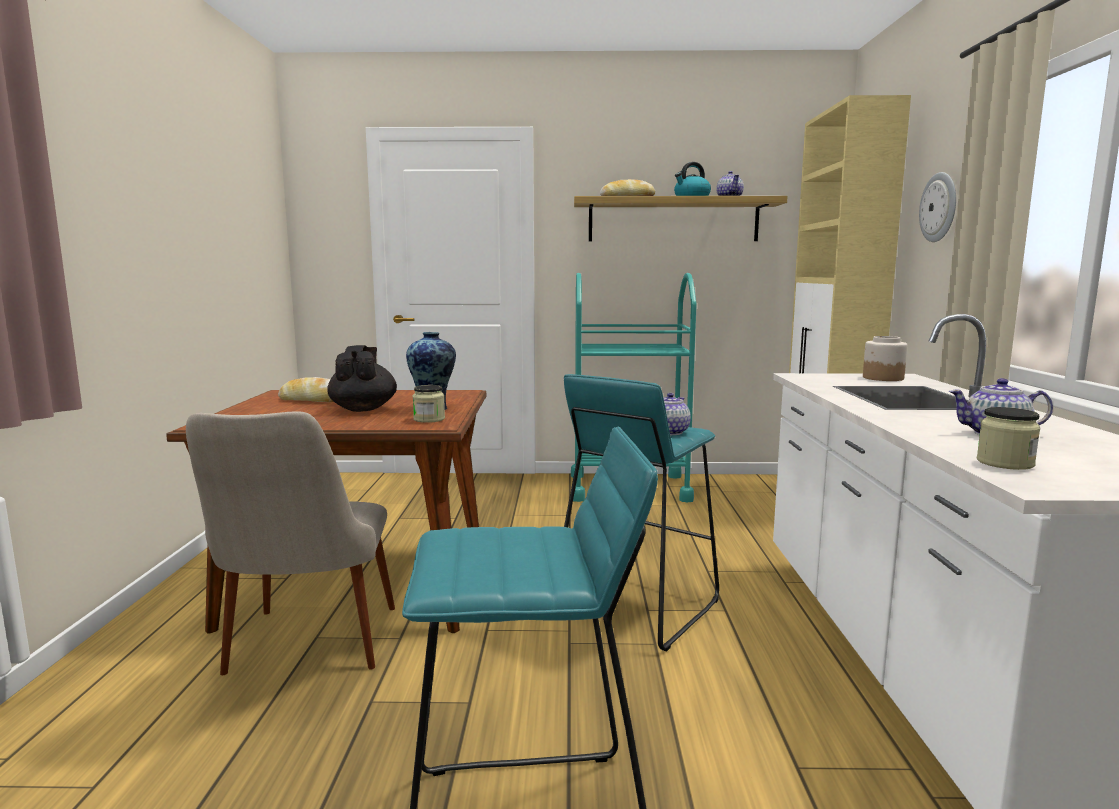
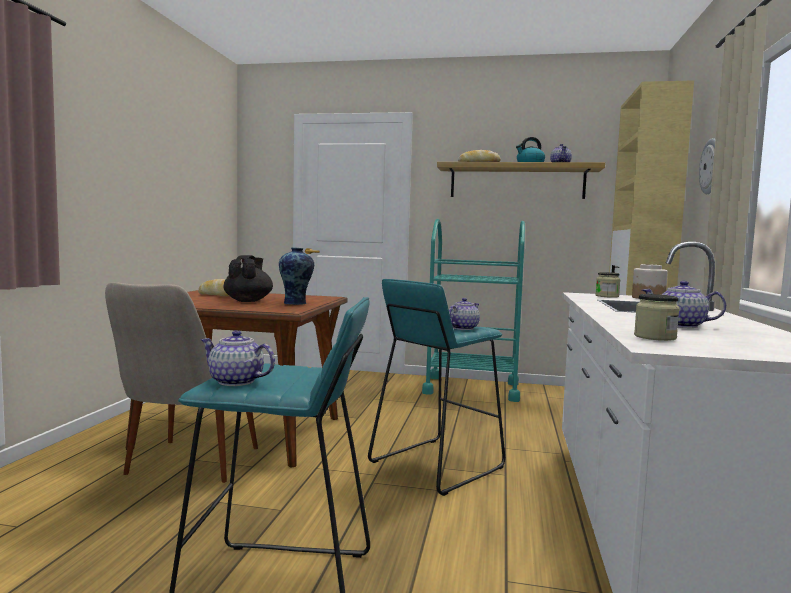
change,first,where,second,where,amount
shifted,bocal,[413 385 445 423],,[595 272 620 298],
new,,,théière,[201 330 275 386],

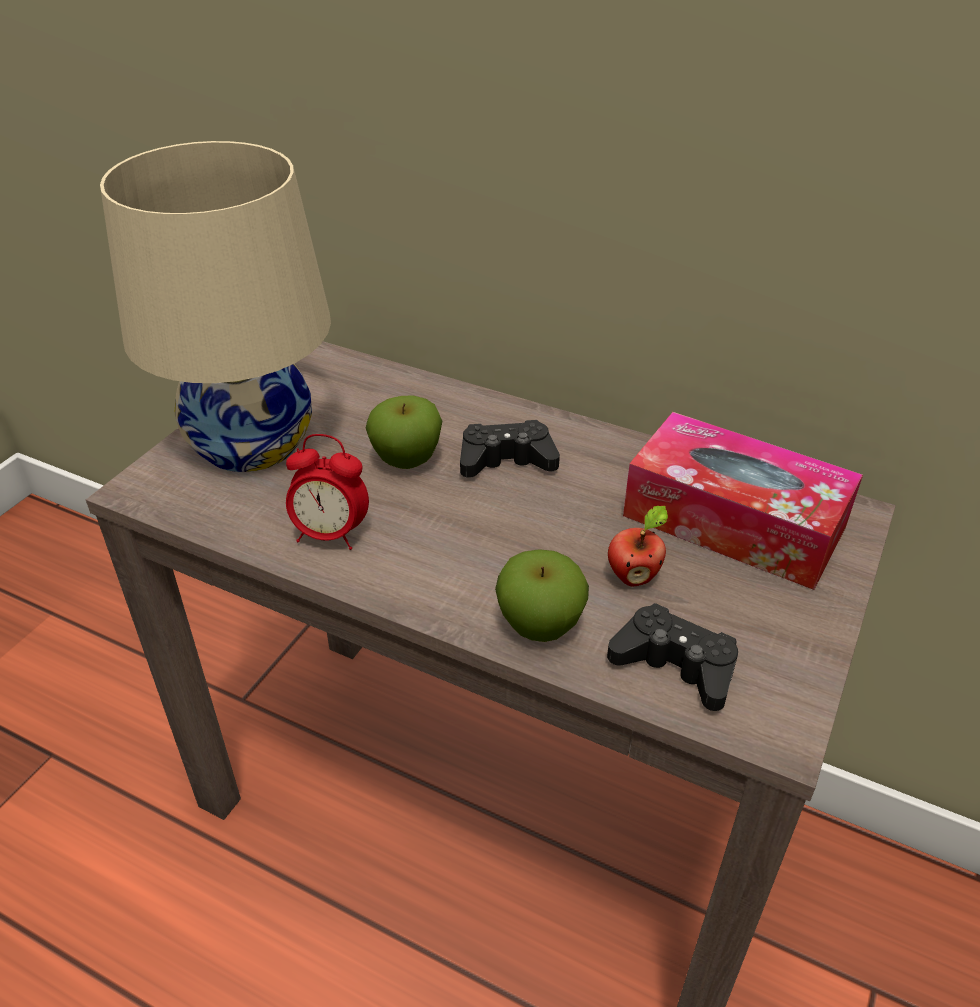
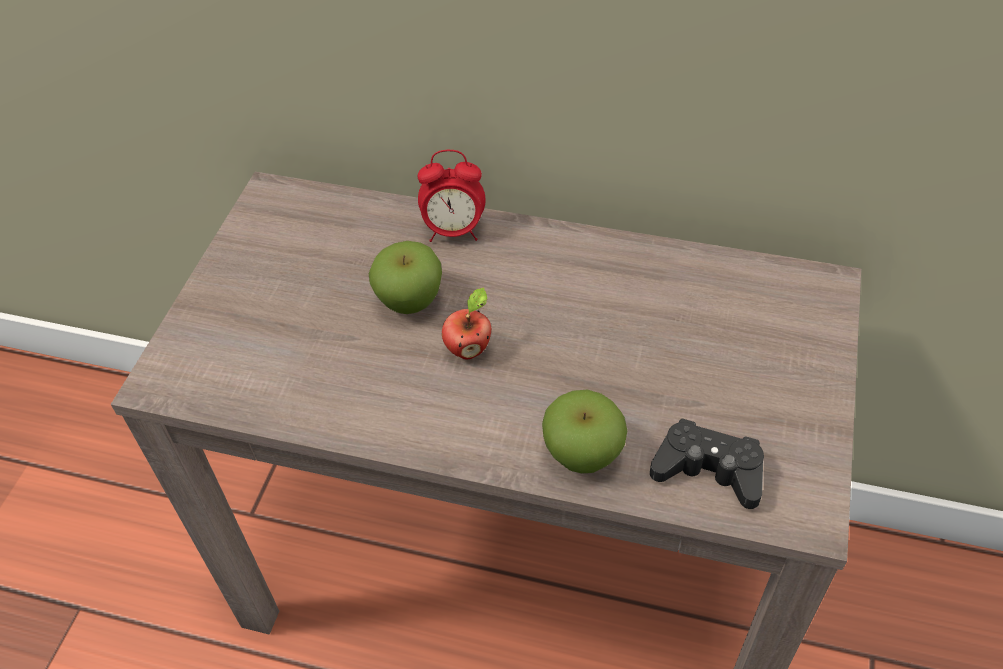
change,first,where,second,where,amount
gone,lampe de table/beige,[100 141 331 472],,,
shifted,réveil,[286 434 369 550],,[418 150 485 242],
gone,manette/noir,[460 420 560 478],,,
shifted,pomme,[608 506 668 586],,[442 288 491 359],
gone,boîte à mouchoirs,[623 412 863 590],,,

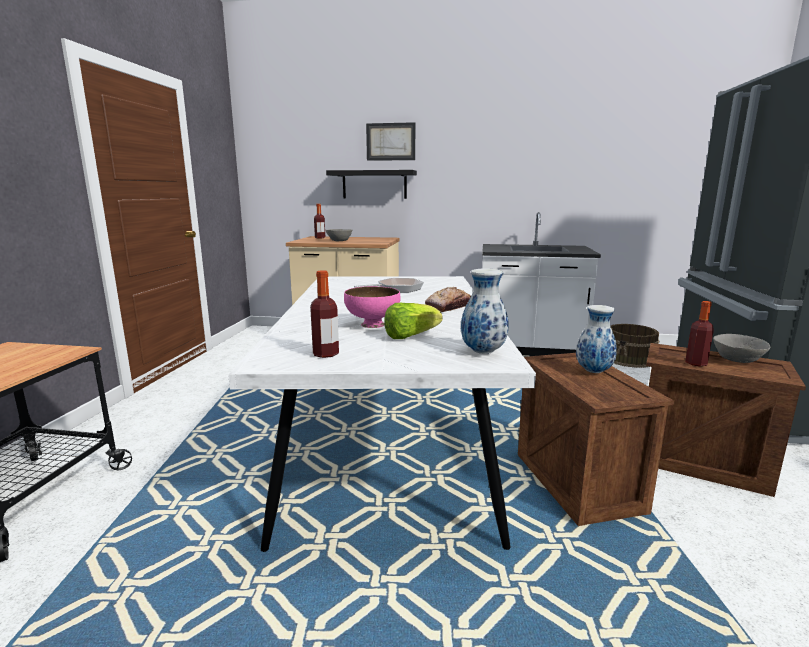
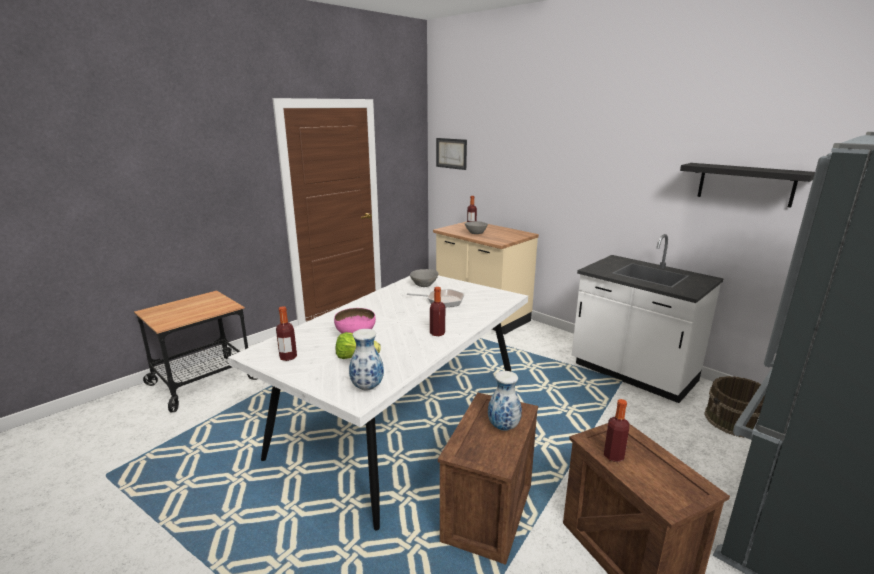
change,first,where,second,where,amount
shifted,étagère/noir,[326 170 417 199],,[680 163 815 208],
shifted,tableau,[366 122 415 161],,[436 138 467 170],
swapped,pain,[425 287 471 312],bouteille,[430 287 445 336],
shifted,bol/gris,[713 334 770 363],,[410 269 439 287],

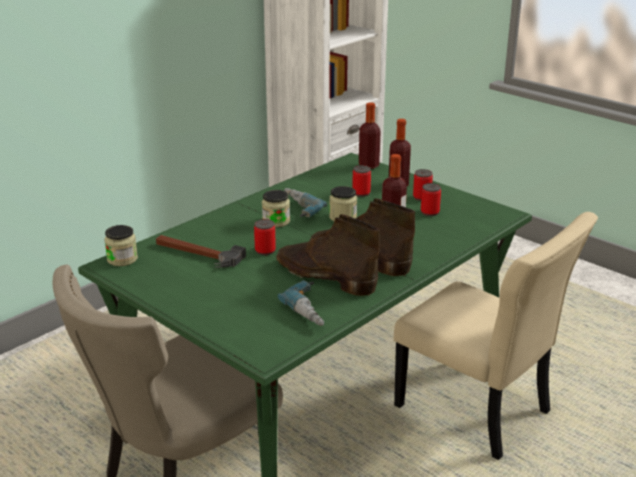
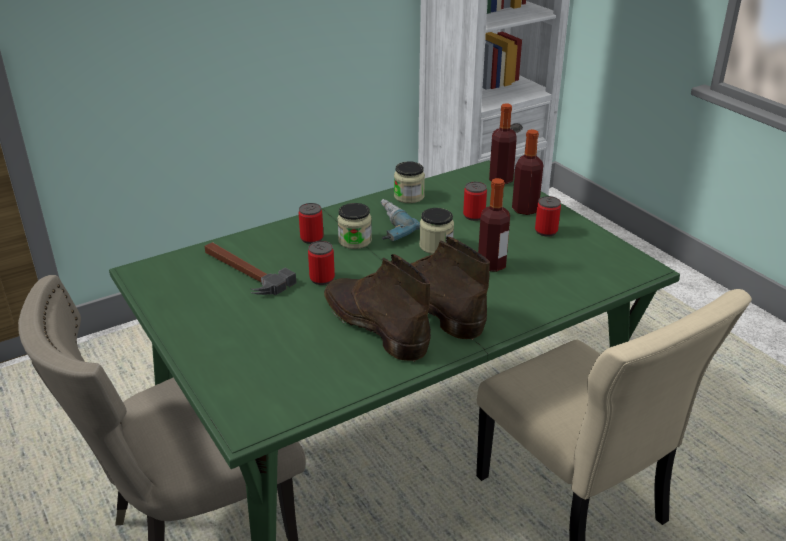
change,first,where,second,where,amount
shifted,bocal,[105 225 138 266],,[394 161 425 203],
gone,perceuse,[278 280 324 326],,,
shifted,boîte métallique,[421 183 441 216],,[299 203 323 244],

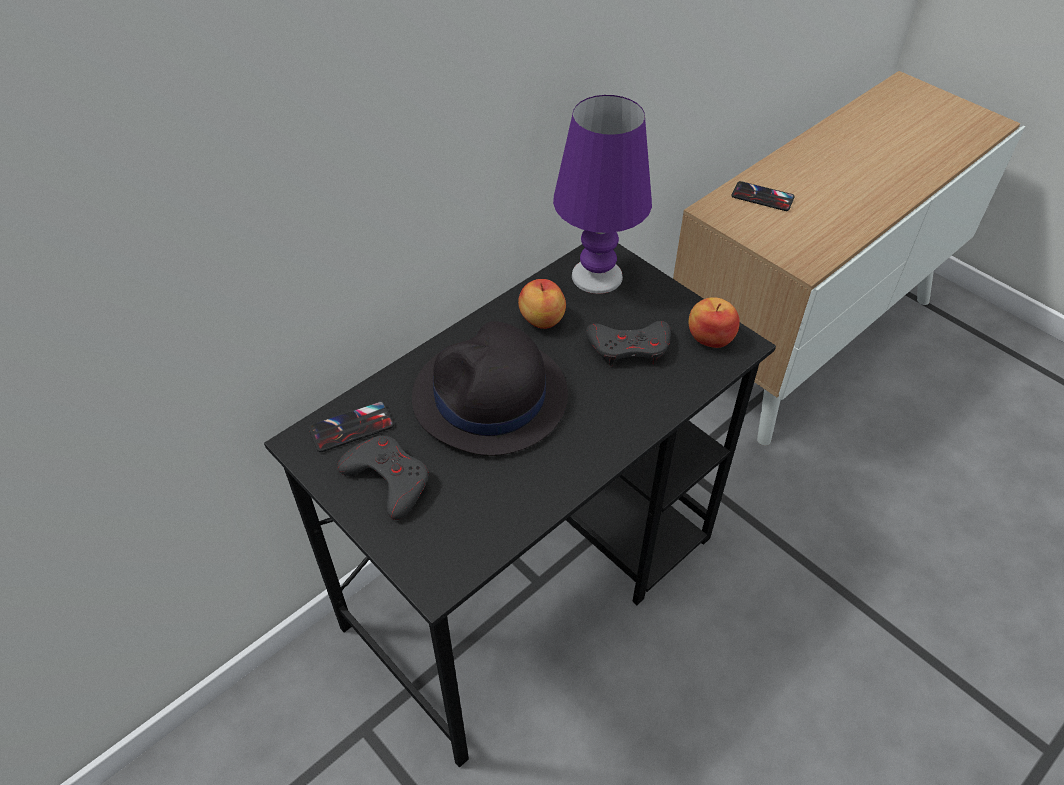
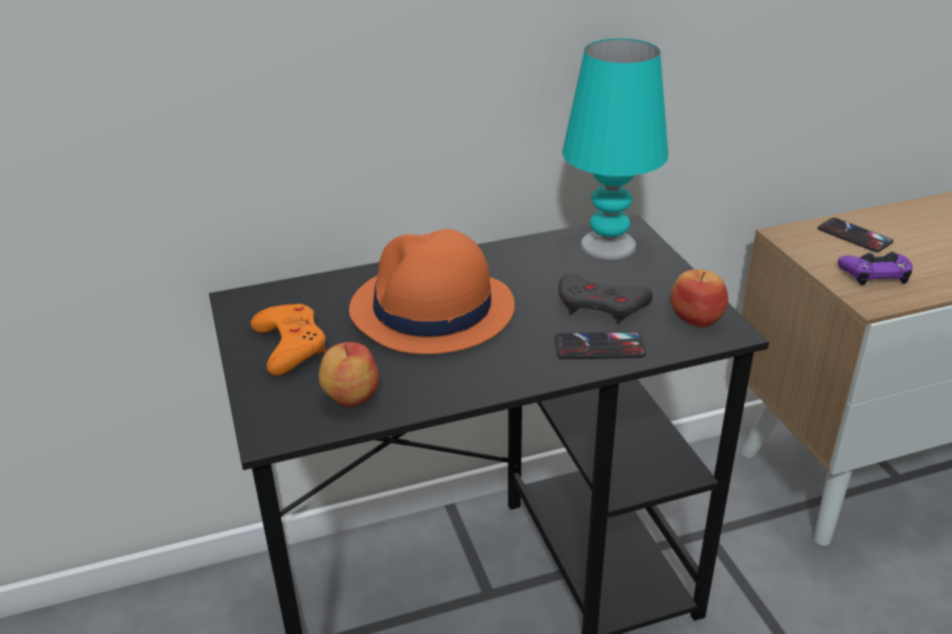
change,first,where,second,where,amount
shifted,téléphone,[308 401 394 452],,[555 332 646 359],
repainted,manette/gris,[337 435 428 520],manette/orange,[251 304 326 376],
repainted,chapeau/noir,[412 321 568 456],chapeau/orange,[349 229 515 354],
shifted,pomme,[518 279 566 329],,[319 342 379 407],
repainted,lampe de table/violet,[553 95 652 294],lampe de table/turquoise,[562 39 668 260],
new,,,manette/violet,[838 252 913 286],

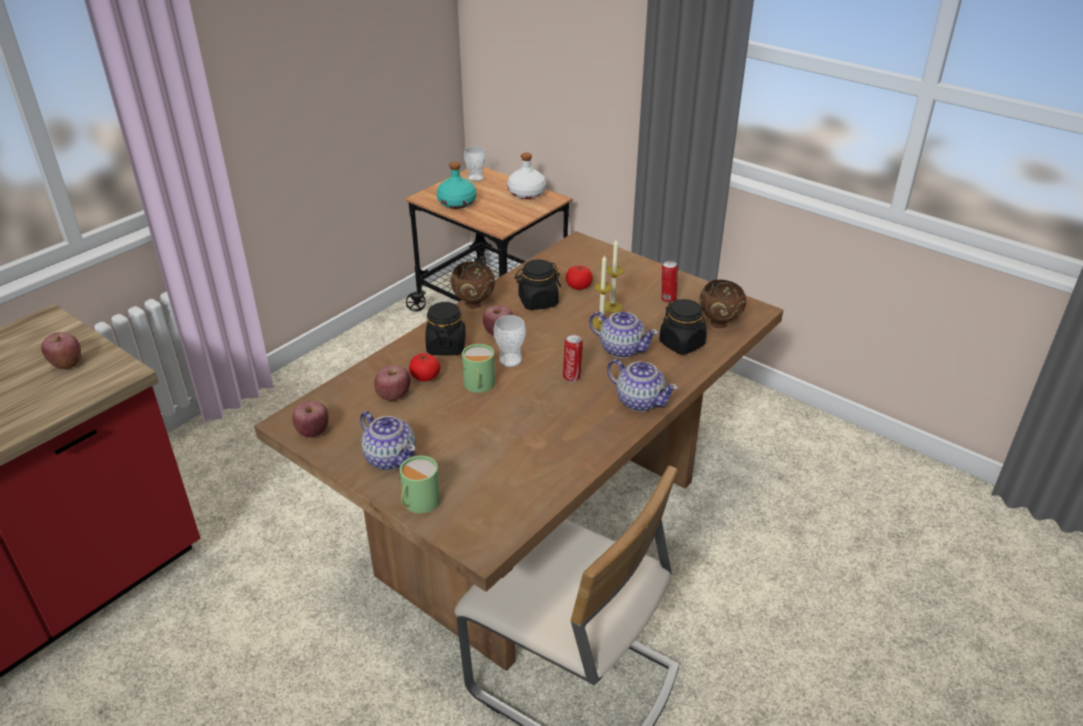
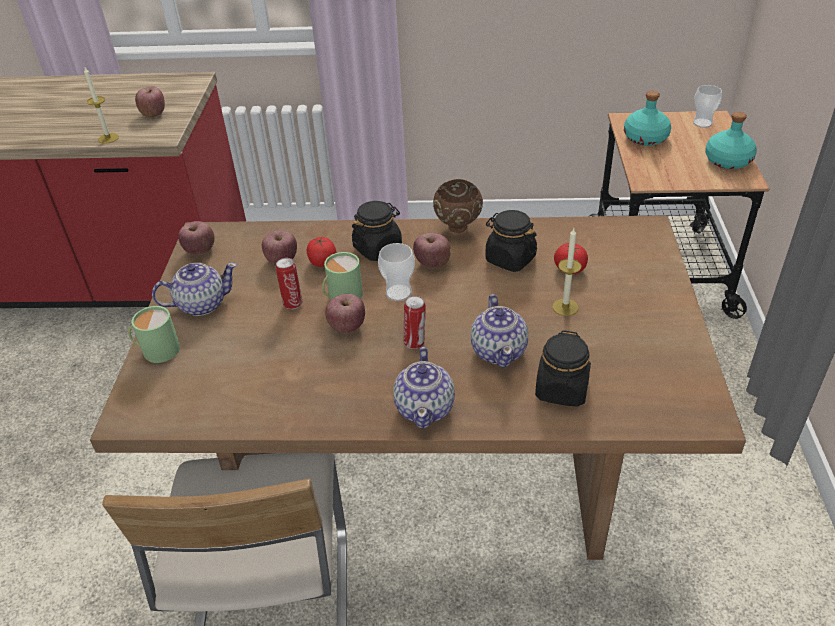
change,first,where,second,where,amount
rotated,théière,[360 411 416 470],,[152 262 237 316],120 degrees counterclockwise
repainted,bouteille/blanc,[507 153 546 199],bouteille/turquoise,[705 112 757 169],
shifted,bougie,[593 255 612 330],,[84 68 119 144],
shifted,boîte métallique,[661 261 678 303],,[275 258 303 309],
gone,bol/marron,[700 280 746 328],,,
new,,,pomme,[325 294 365 333],

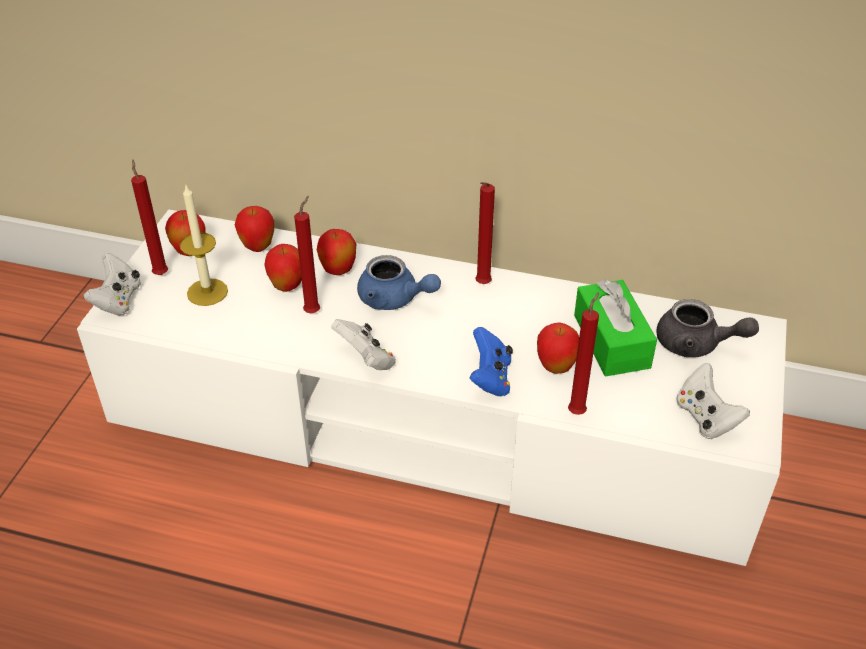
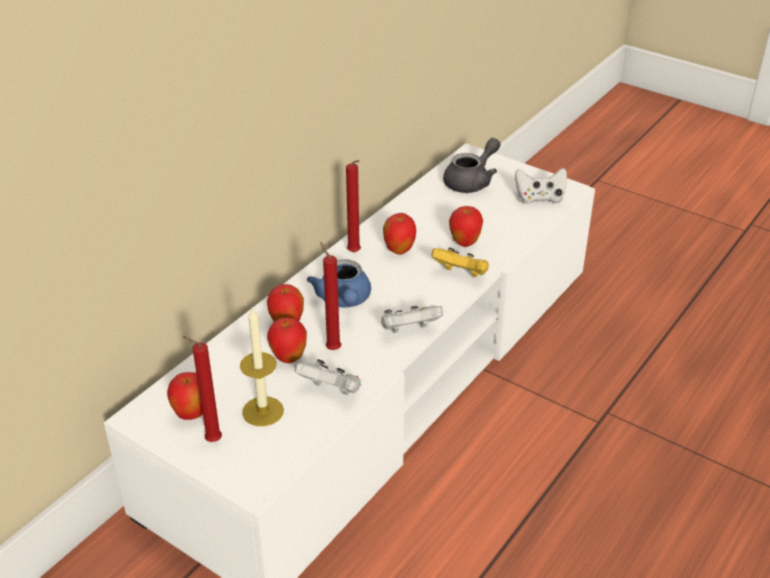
change,first,where,second,where,amount
shifted,manette/blanc,[83 253 141 316],,[295 359 361 395],
shifted,pomme,[235 206 274 252],,[383 213 416 255],
rotated,théière/bleu,[357 255 441 310],,[307 259 371 308],120 degrees clockwise
repainted,manette/bleu,[469 327 513 396],manette/jaune,[431 247 489 277],
gone,bougie/rouge,[568 292 599 415],,,
gone,boîte à mouchoirs/vert,[574 280 657 377],,,

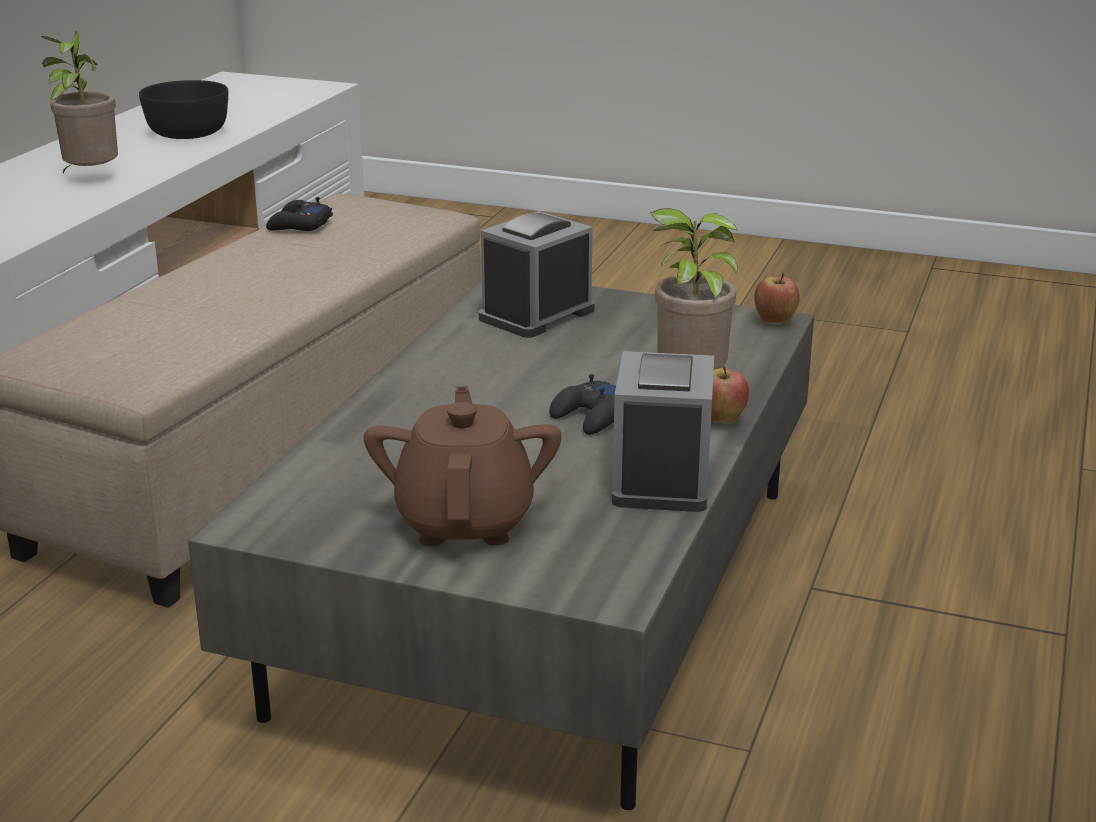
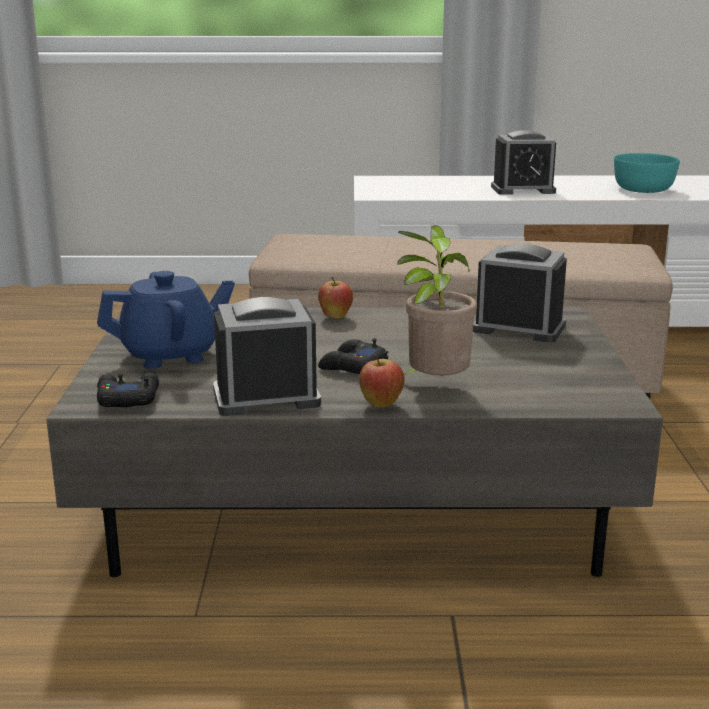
change,first,where,second,where,amount
swapped,plante en pot,[41 31 118 174],réveil,[491 130 556 195],
repainted,bol/noir,[139 80 228 139],bol/turquoise,[614 153 680 193],
shifted,manette/noir,[266 197 333 231],,[97 373 159 407],
repainted,théière/marron,[363 386 562 546],théière/bleu,[97 271 235 369],
shifted,pomme,[754 273 800 324],,[318 277 353 318],

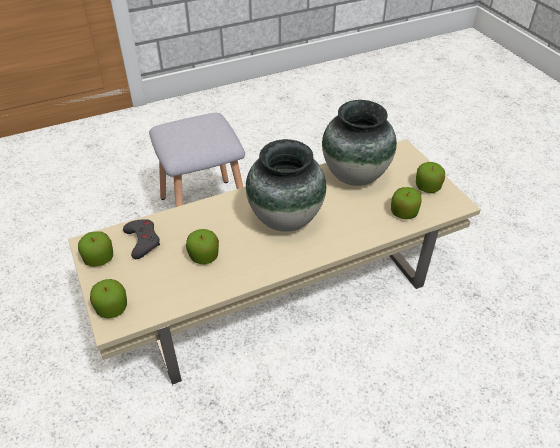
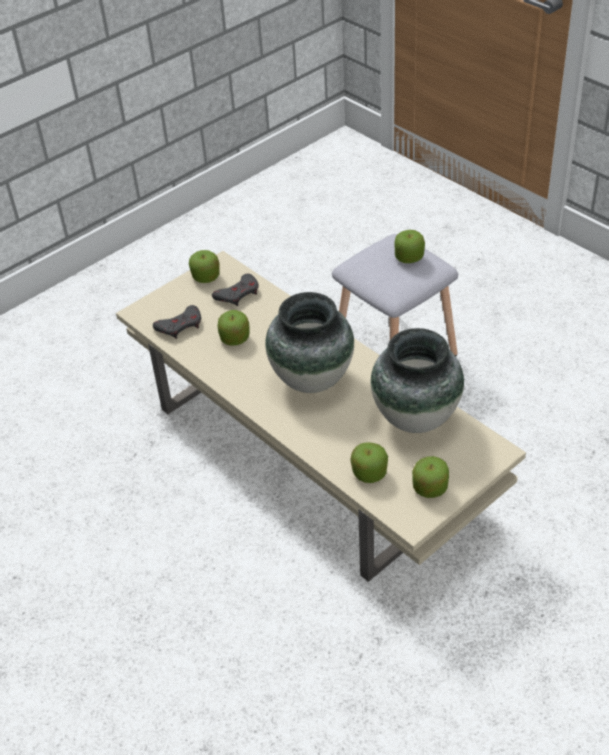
change,first,where,second,where,amount
shifted,pomme,[90 279 127 318],,[394 230 425 263],
new,,,manette/gris,[153 305 201 339],

